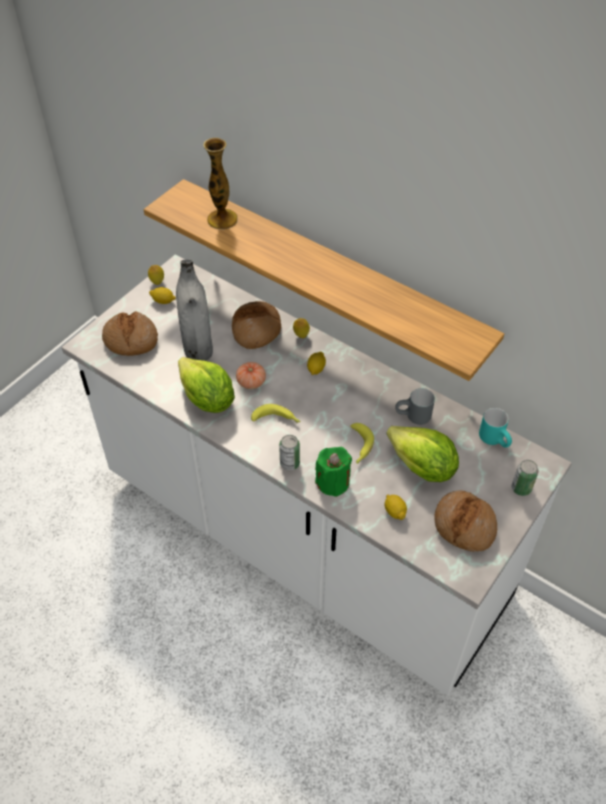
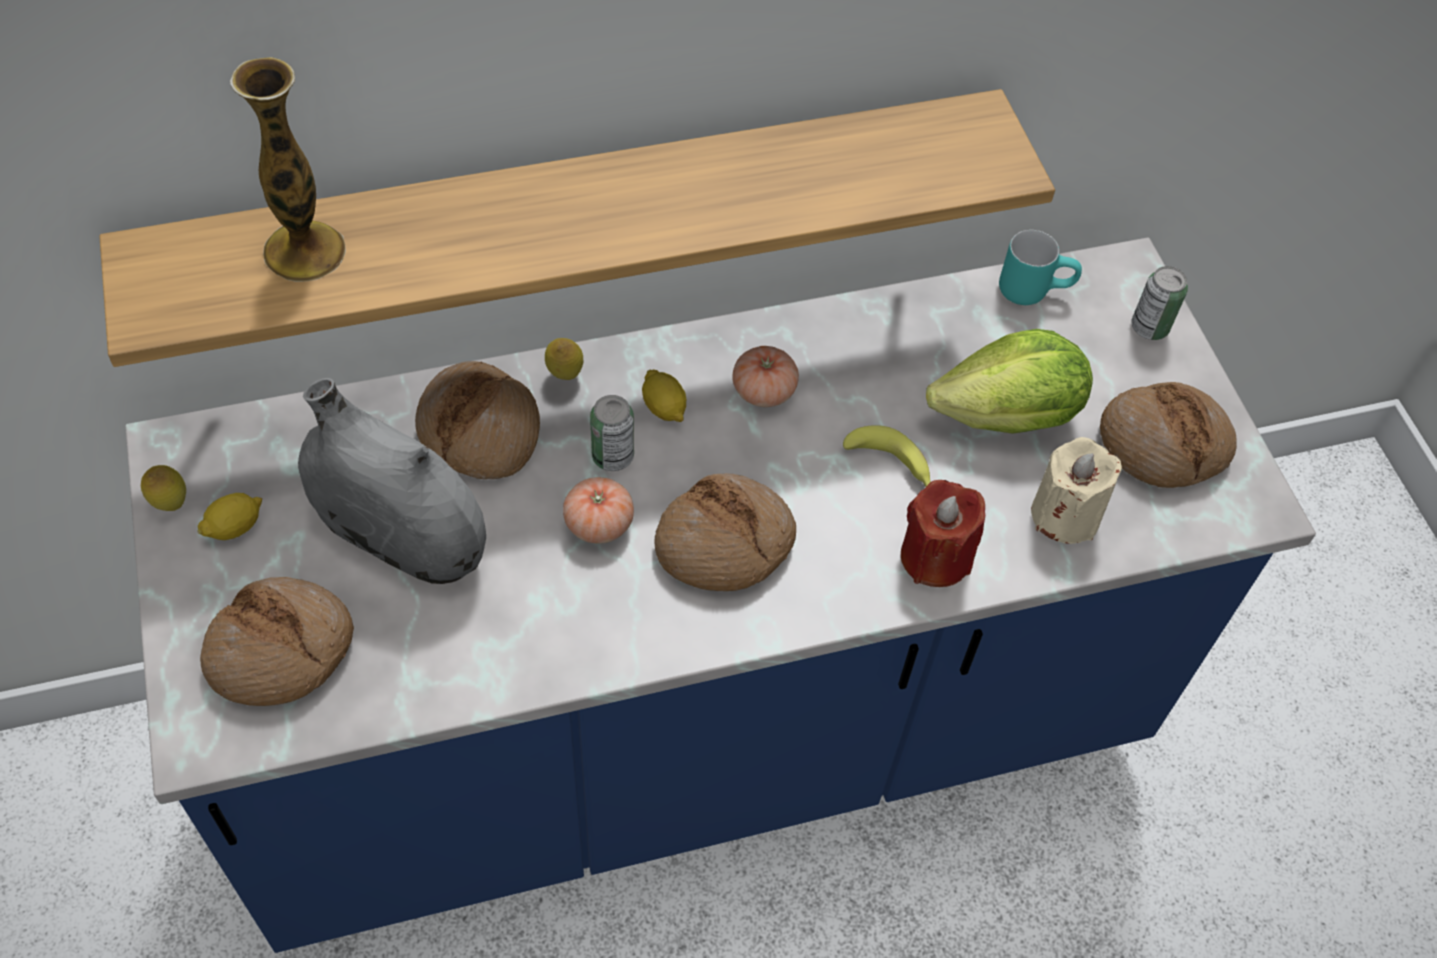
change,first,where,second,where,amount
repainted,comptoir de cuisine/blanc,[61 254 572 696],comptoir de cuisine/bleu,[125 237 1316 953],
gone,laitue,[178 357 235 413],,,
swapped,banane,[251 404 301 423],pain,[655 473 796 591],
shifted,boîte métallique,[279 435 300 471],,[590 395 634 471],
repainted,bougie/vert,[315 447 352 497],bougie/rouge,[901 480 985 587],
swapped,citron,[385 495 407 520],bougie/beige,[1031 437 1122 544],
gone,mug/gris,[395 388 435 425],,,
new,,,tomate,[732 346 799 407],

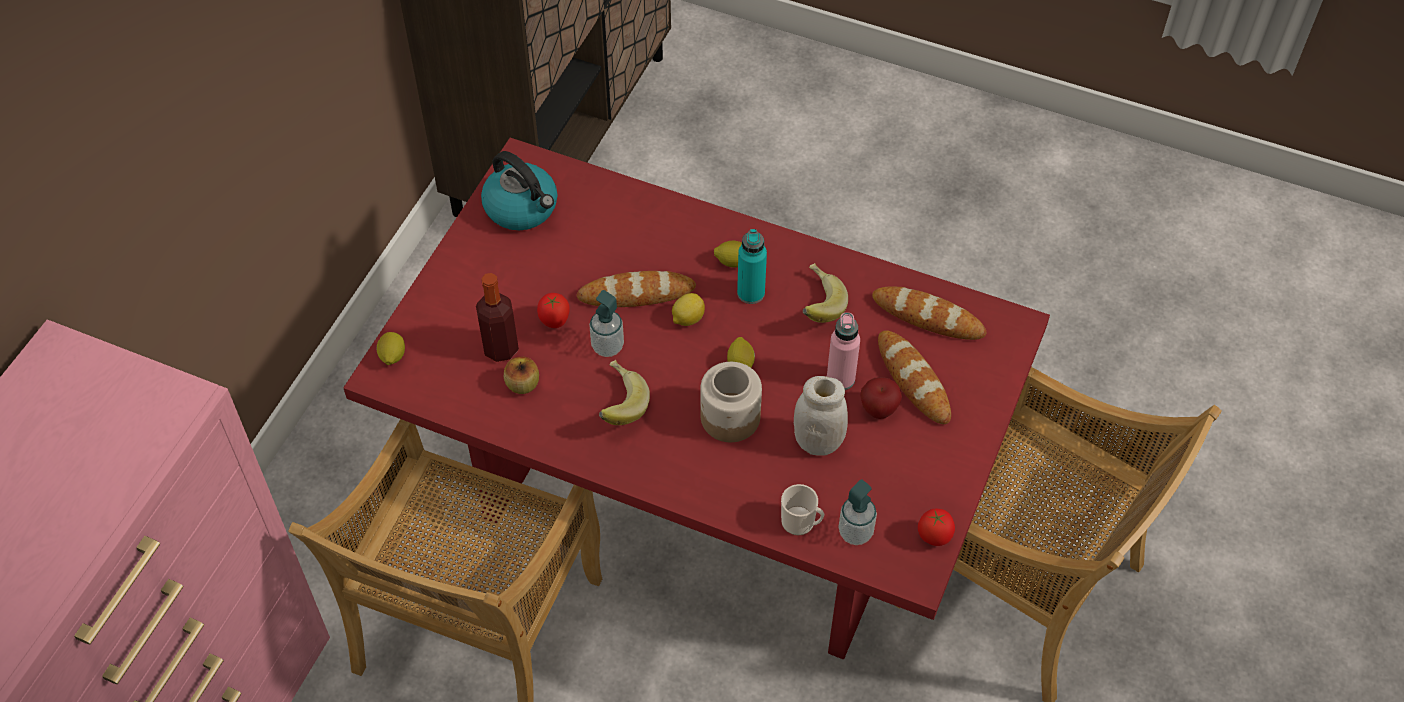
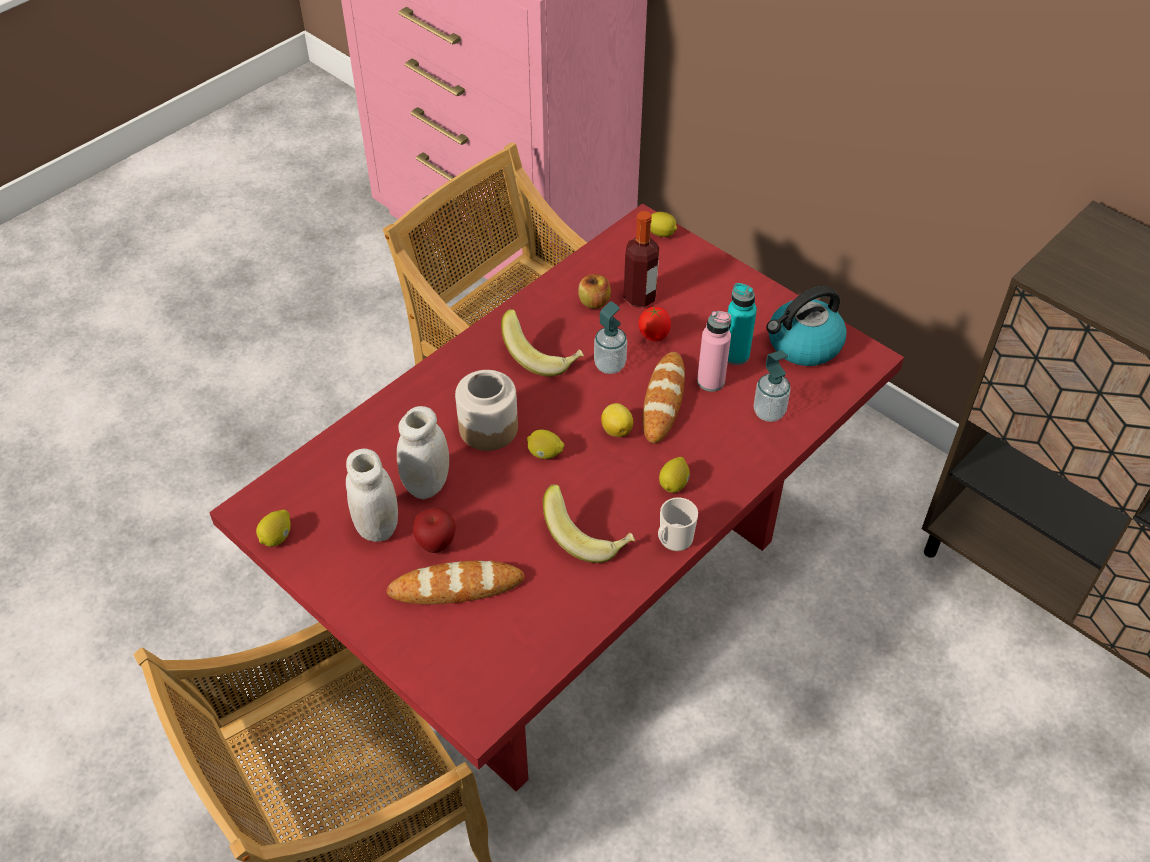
change,first,where,second,where,amount
shifted,bouteille/turquoise,[737 229 767 304],,[728 283 757 365],
shifted,mug,[781 484 824 535],,[658 497 698 551],
shifted,bouteille/rose,[827 312 860 390],,[697 311 731 392],
shifted,distributeur de savon,[838 479 877 545],,[753 350 791 422],
gone,pain,[872 287 986 340],,,
swapped,tomate,[918 509 955 546],citron,[256 510 291 547],
new,,,bocal/blanc,[346 449 398 542],

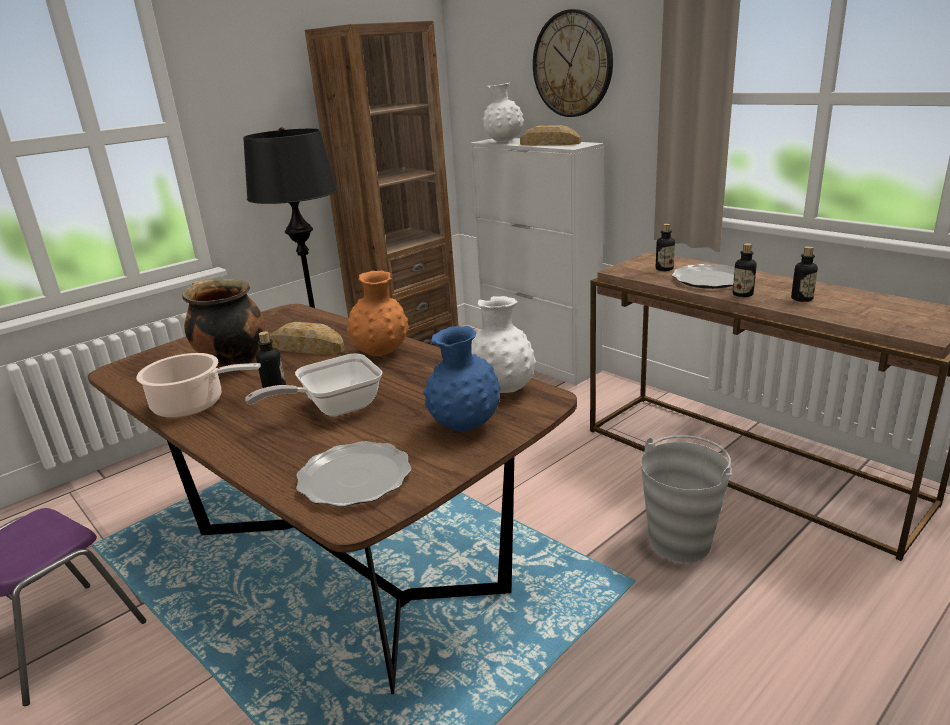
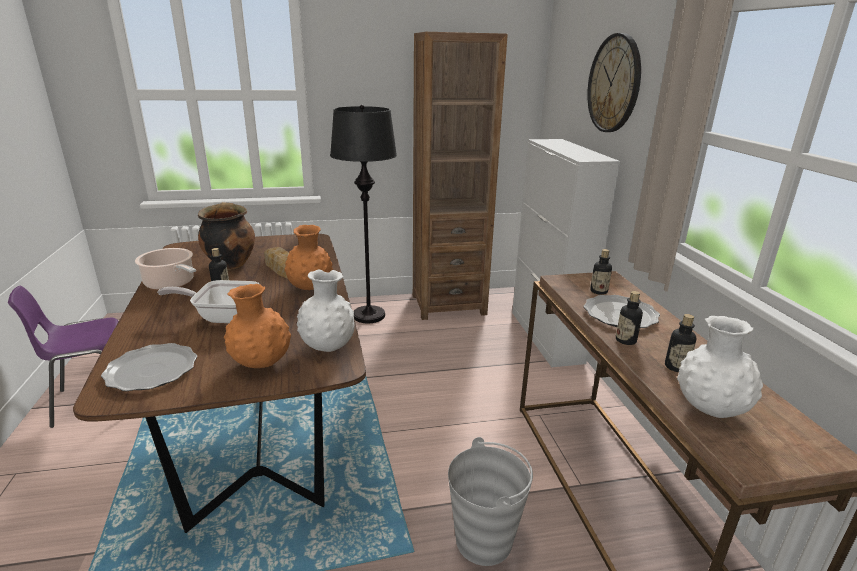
change,first,where,second,where,amount
repainted,vase/bleu,[423 326 501 432],vase/orange,[224 284 291 368],
shifted,vase/blanc,[483 83 524 142],,[677 316 763 418],
gone,pain,[520 125 581 146],,,

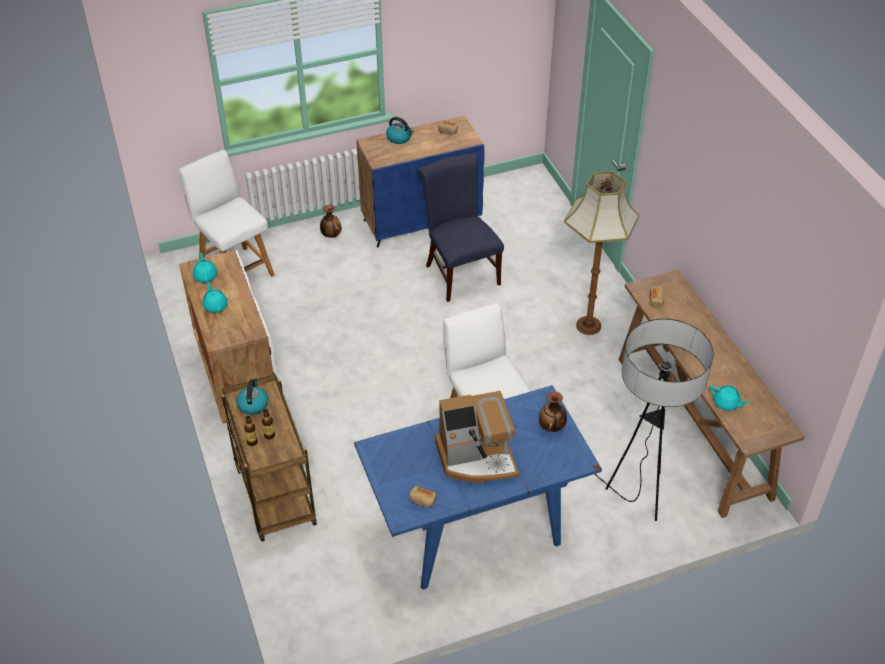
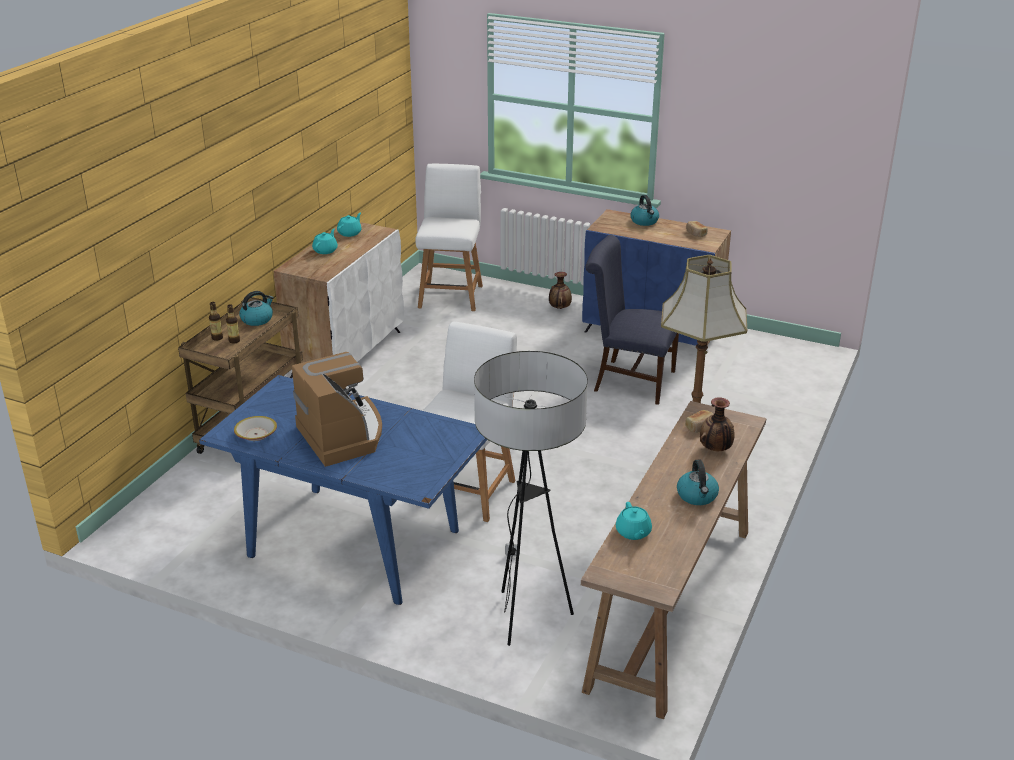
change,first,where,second,where,amount
swapped,pain,[409 486 436 507],bol,[234 416 277 441],
rotated,chaise/bleu,[417 153 504 302],,[585 235 679 405],90 degrees counterclockwise
rotated,machine à café,[435 391 519 483],,[292 352 382 467],150 degrees counterclockwise
shifted,vase,[539 391 567 432],,[700 397 735 451],
new,,,bouilloire,[677 460 719 505],

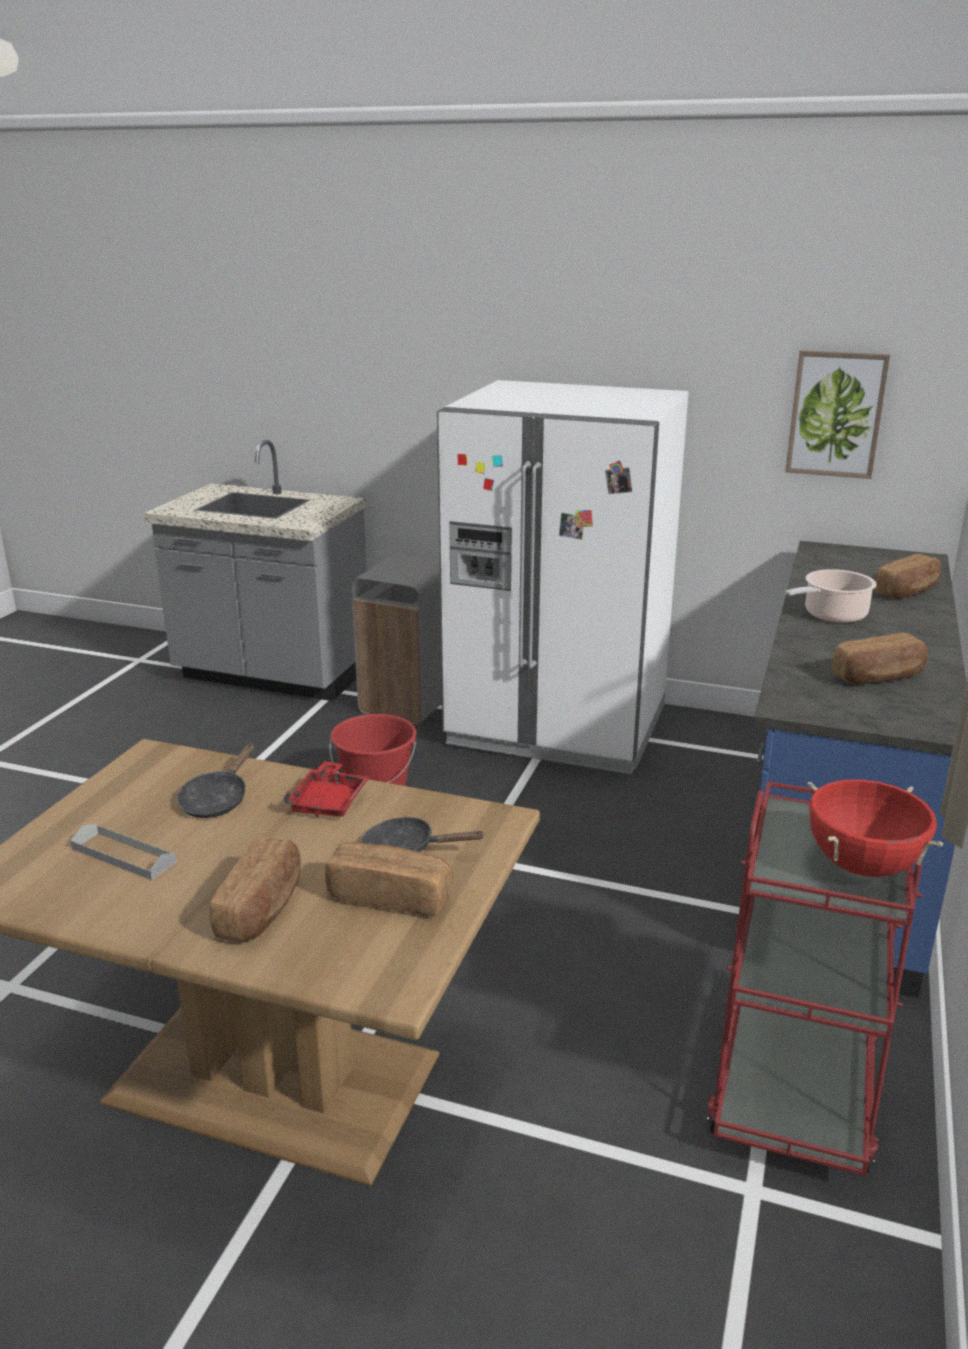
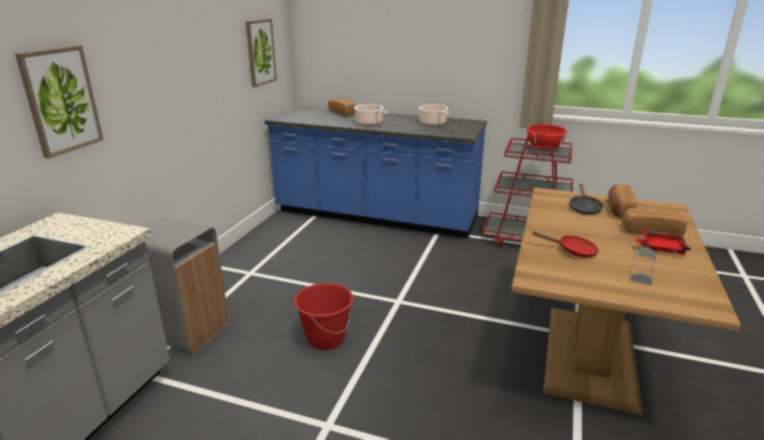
change,first,where,second,where,amount
repainted,poêle/noir,[177 743 254 818],poêle/rouge,[533 231 599 258],
shifted,plateau/rouge,[284 761 370 817],,[635 230 690 255],
gone,réfrigérateur/blanc,[437 380 689 774],,,
swapped,pain,[832 633 928 685],marmite,[419 105 450 126],
new,,,tableau,[15 45 103 158],

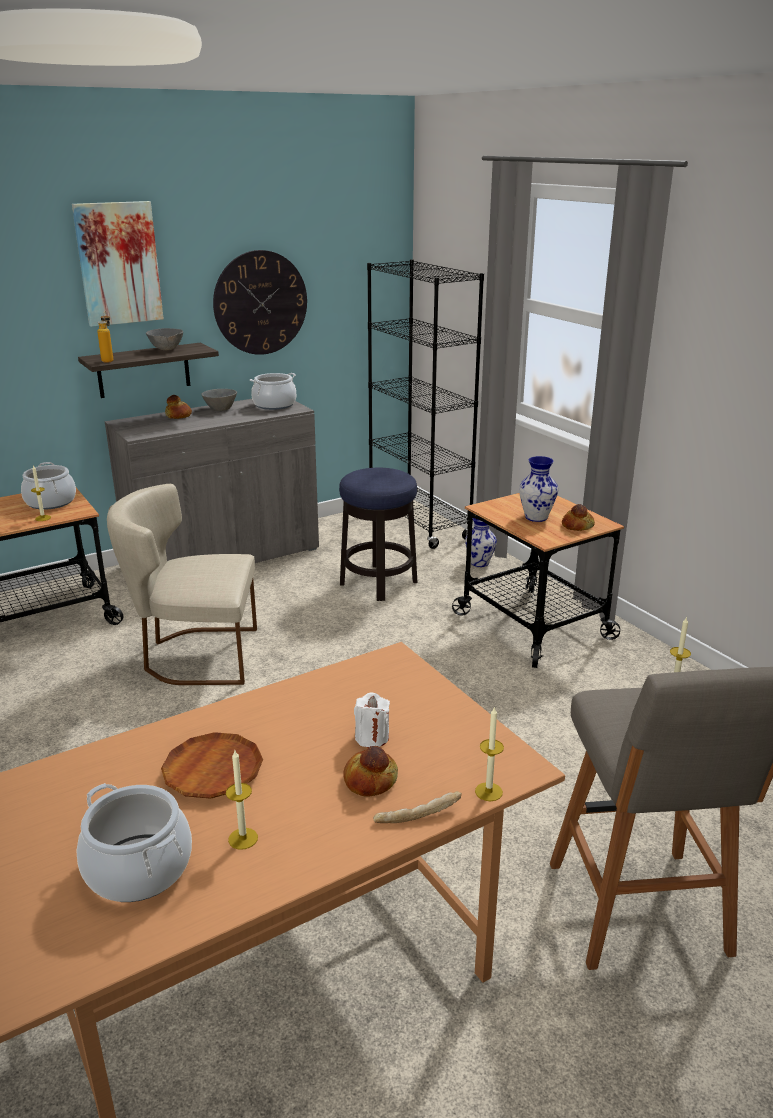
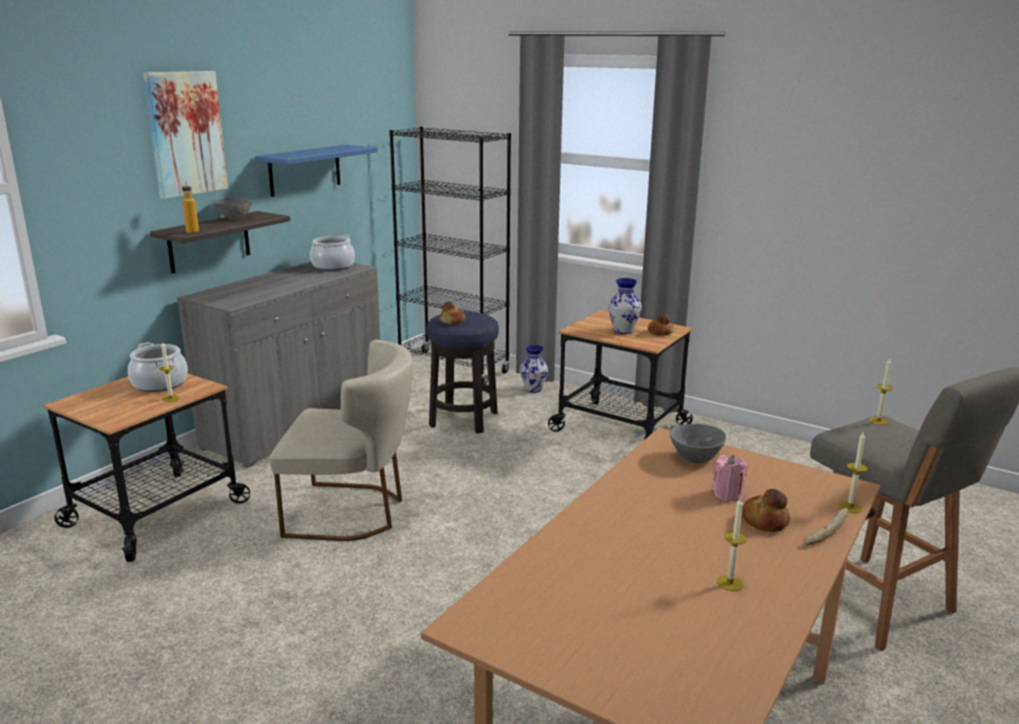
change,first,where,second,where,amount
gone,marmite,[77 783 192 902],,,
rotated,chaise/beige,[107 484 257 685],,[269 340 413 541],150 degrees counterclockwise
gone,assiette/marron,[161 732 263 799],,,
shifted,pain,[165 395 192 419],,[440 301 466 324],
shifted,bol/gris,[201 389 237 411],,[670 424 726 464],
swapped,horloge murale,[213 250 307 355],étagère/bleu,[255 145 378 197],
repainted,bougie/blanc,[354 692 390 747],bougie/rose,[711 455 748 501],

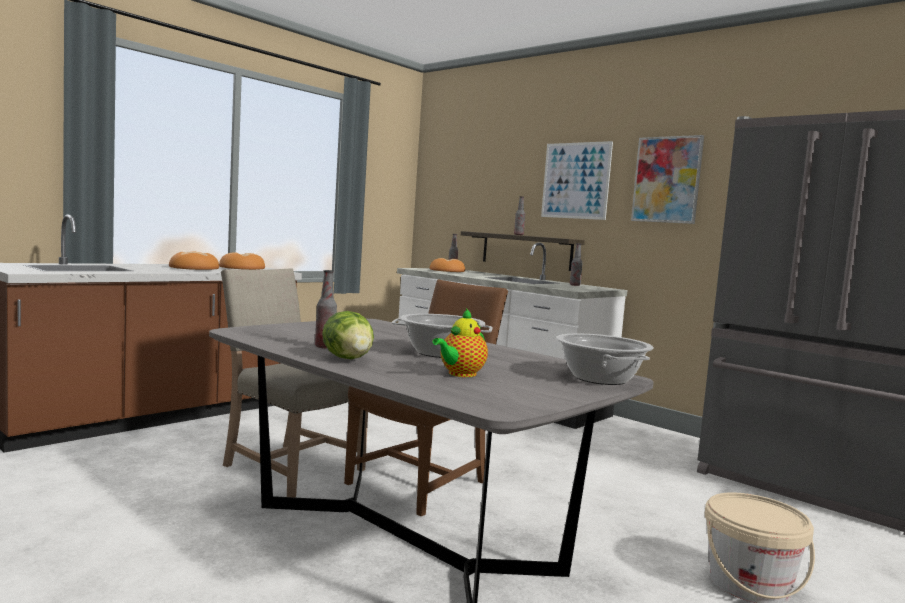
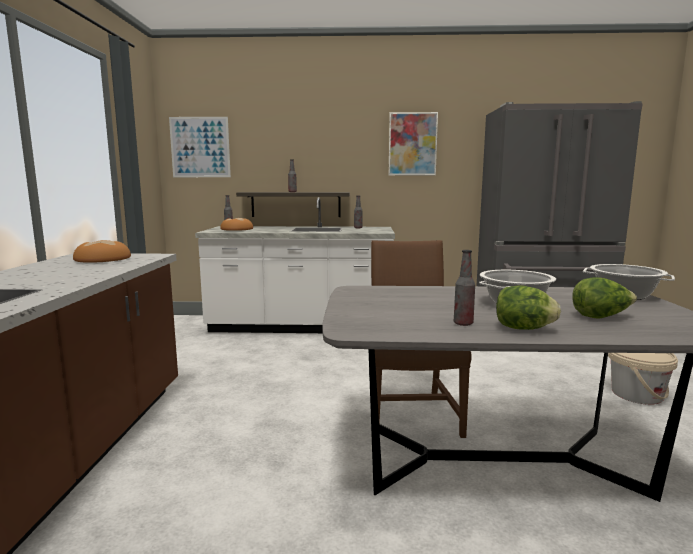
change,first,where,second,where,amount
gone,pain,[169 252 219 270],,,
gone,chaise/beige,[221 268 368 498],,,
swapped,théière,[432 308 488 377],laitue,[572 277 637 318],
shifted,tableau,[541 141 613 220],,[169 117 231 177],

